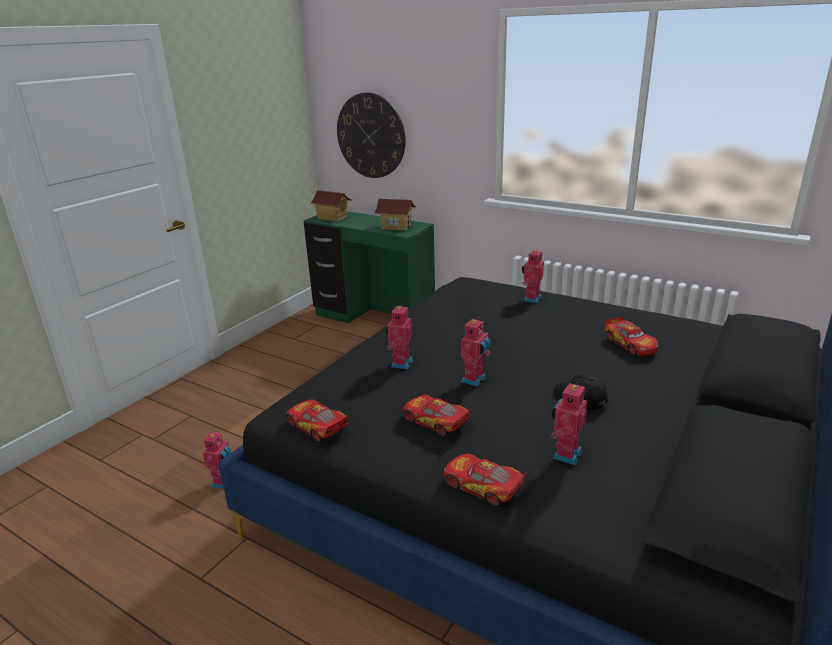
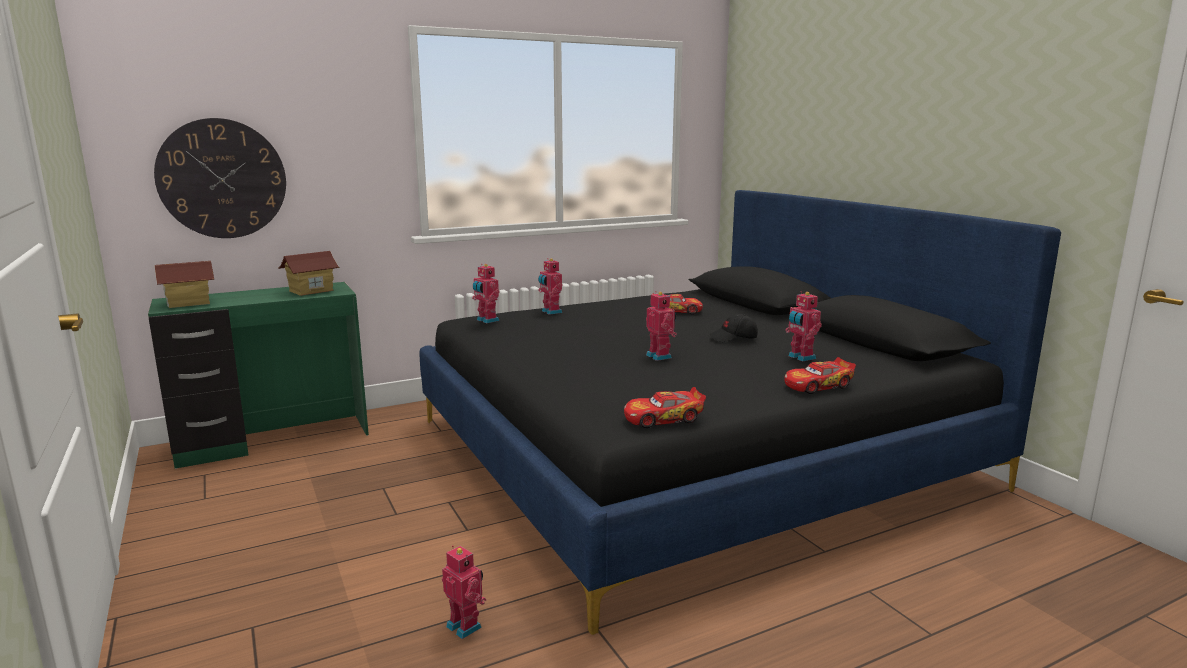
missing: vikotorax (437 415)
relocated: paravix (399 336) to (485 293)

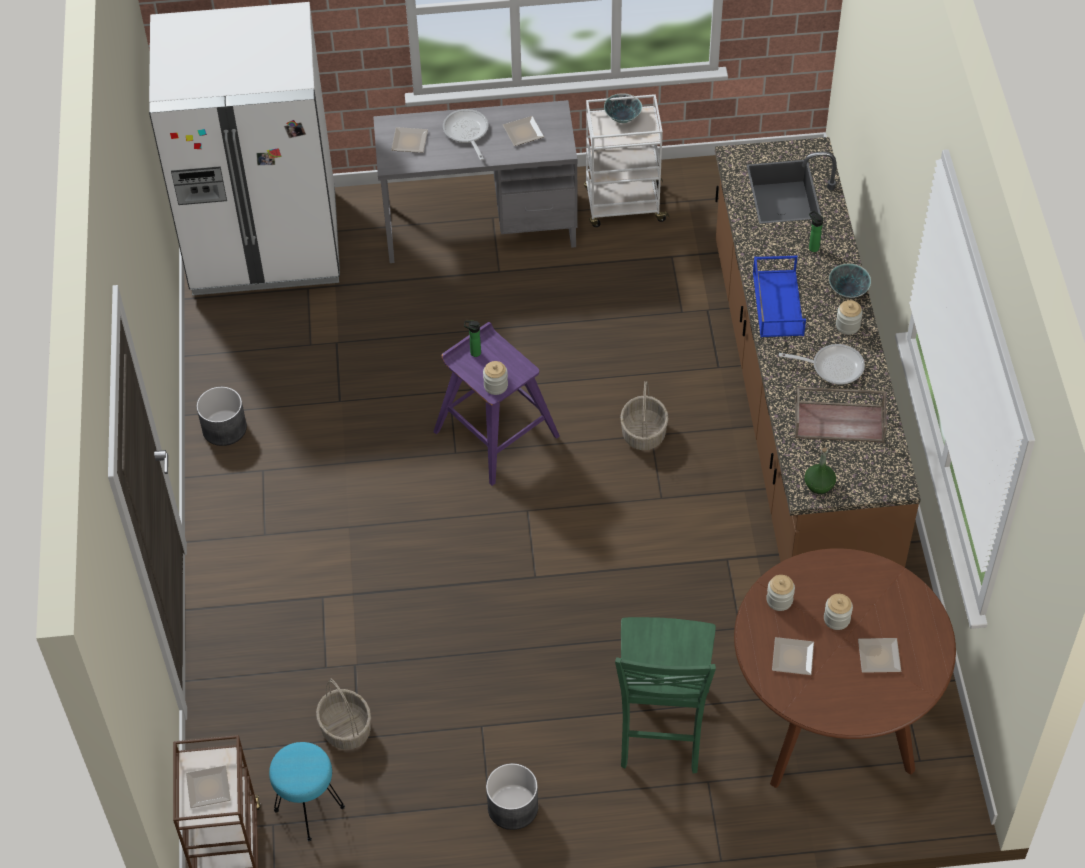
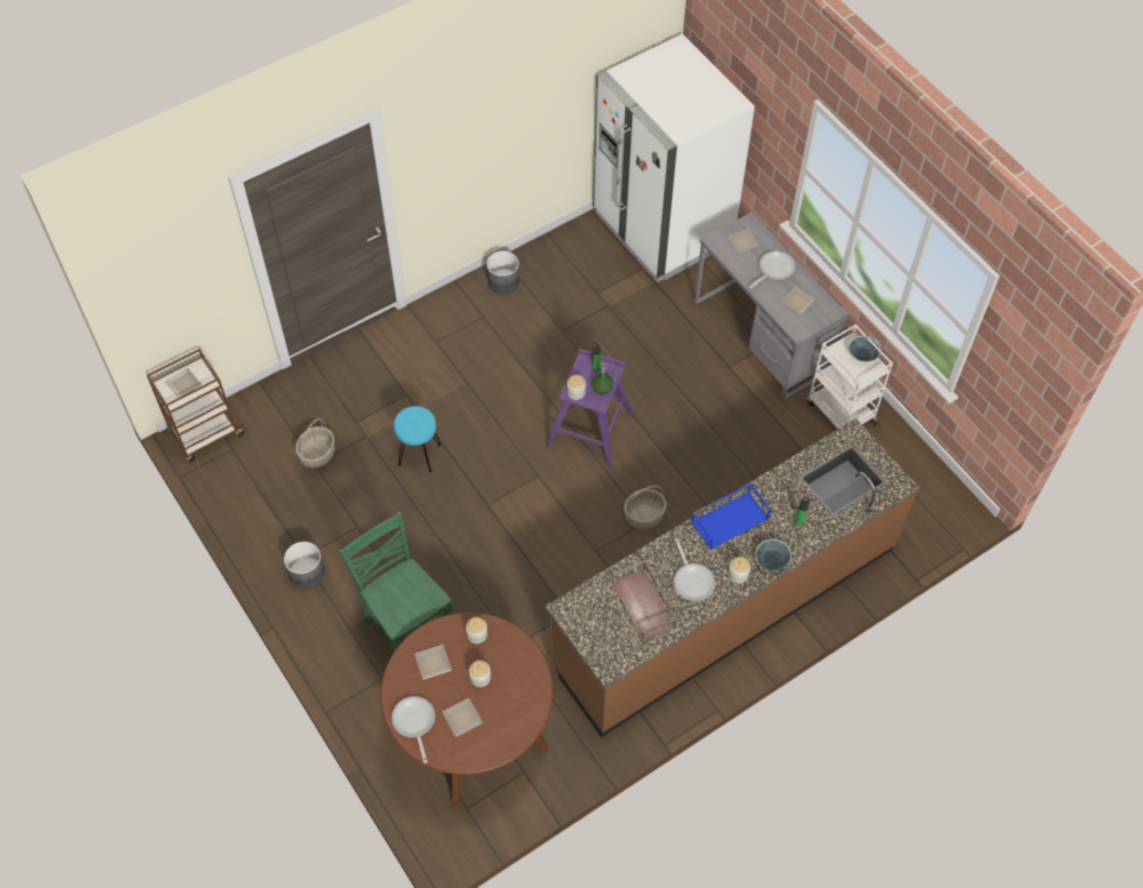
appeared: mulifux (413 729)
relocated: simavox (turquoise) (307 791) to (417 439); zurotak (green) (820 470) to (602 378)
spun: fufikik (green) (665 695) = (395 581) 75 degrees clockwise

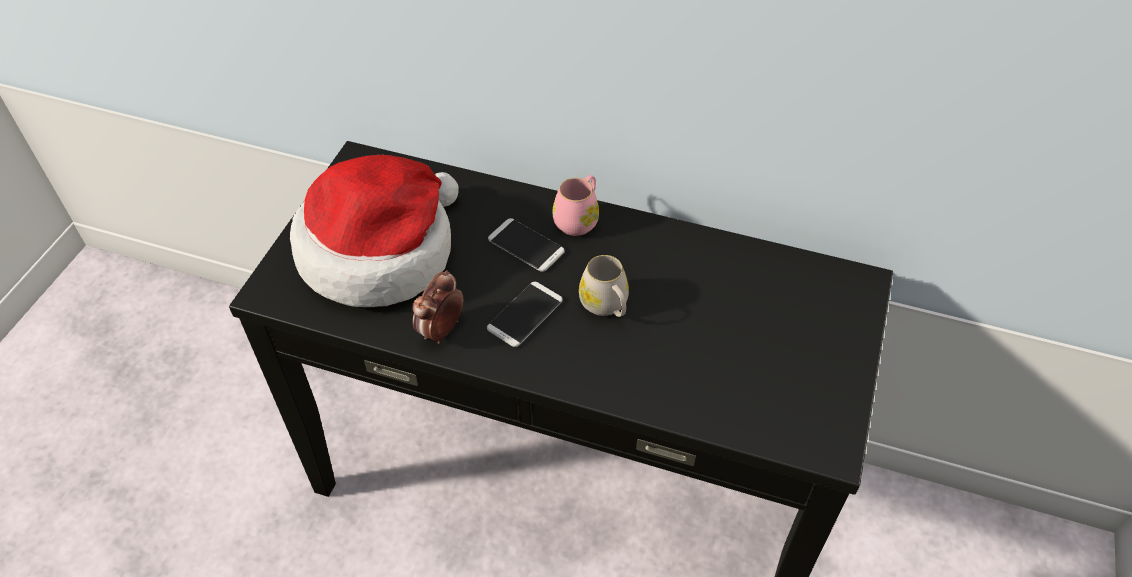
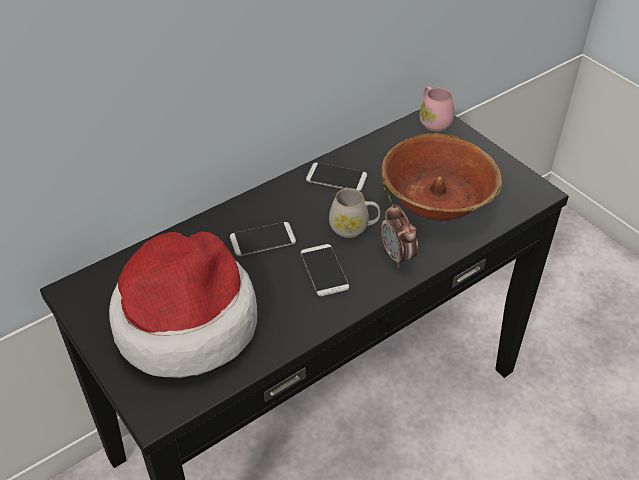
appeared: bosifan (336 177); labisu (441 179)
relocated: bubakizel (437 307) to (399 235); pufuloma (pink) (575 205) to (437 108)

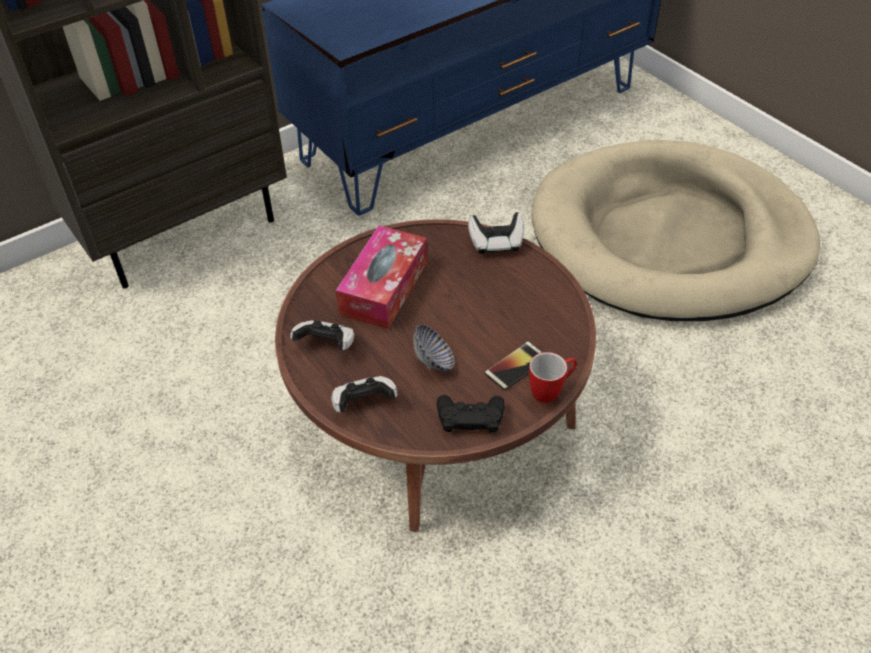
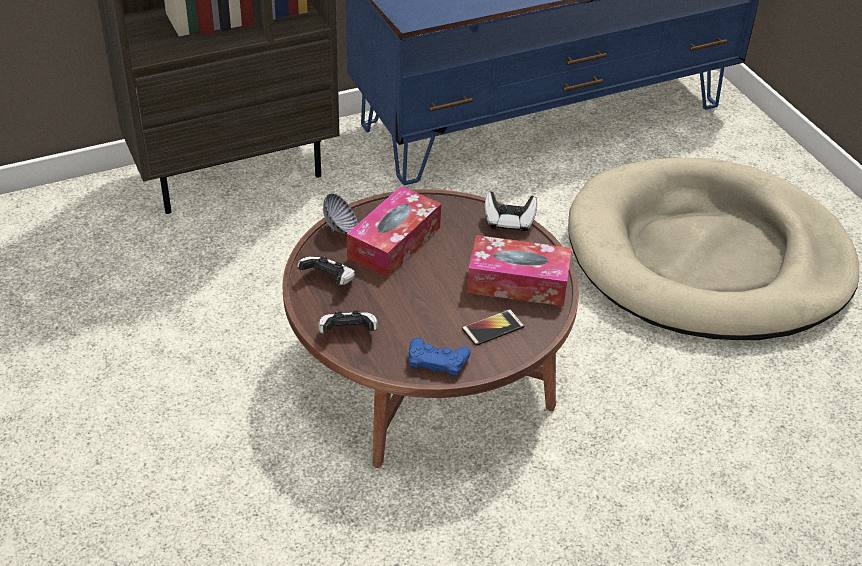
missing: pufuloma (553 377)
appeared: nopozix (519 270)
relocated: labisu (434 347) to (340 213)
colour: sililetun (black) (471 414) to sililetun (blue) (440 356)

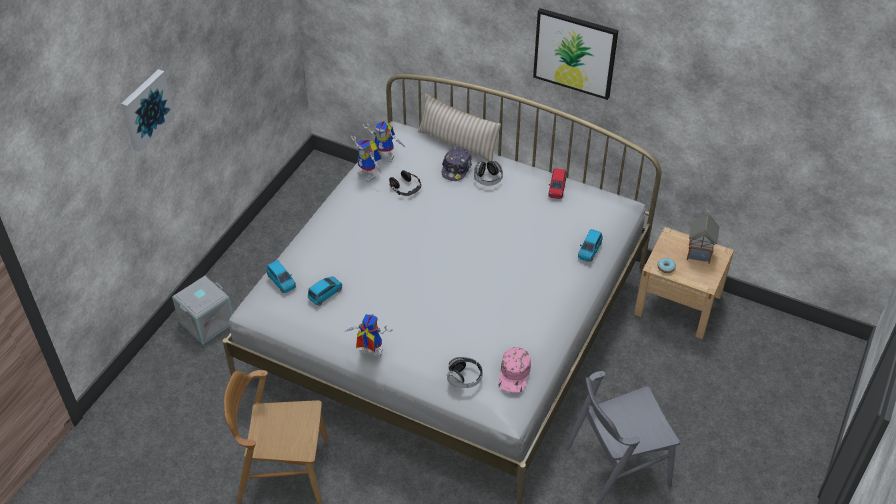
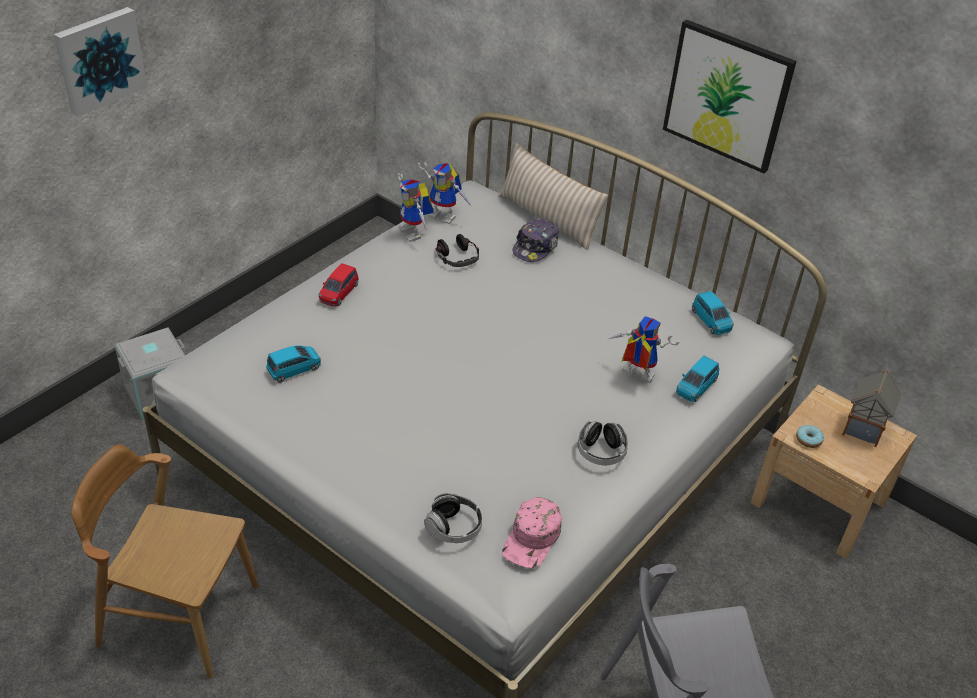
relocated: vikotorax (red) (557 183) to (339 284); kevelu (488 172) to (603 443); paravix (368 335) to (644 349); vikotorax (blue) (281 276) to (713 313)

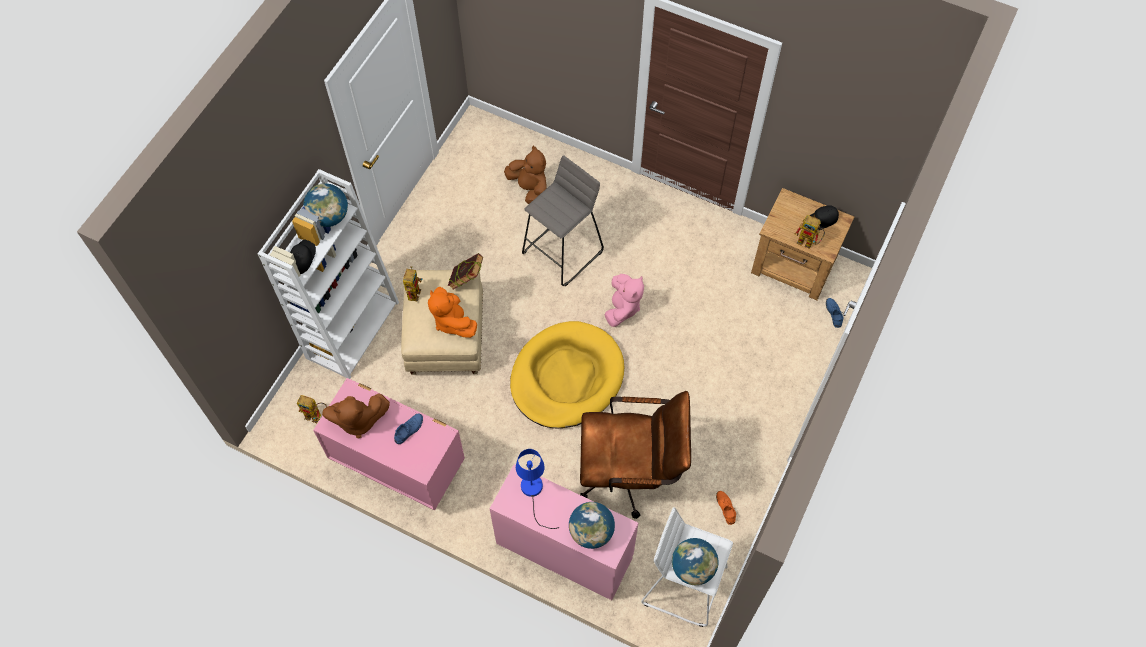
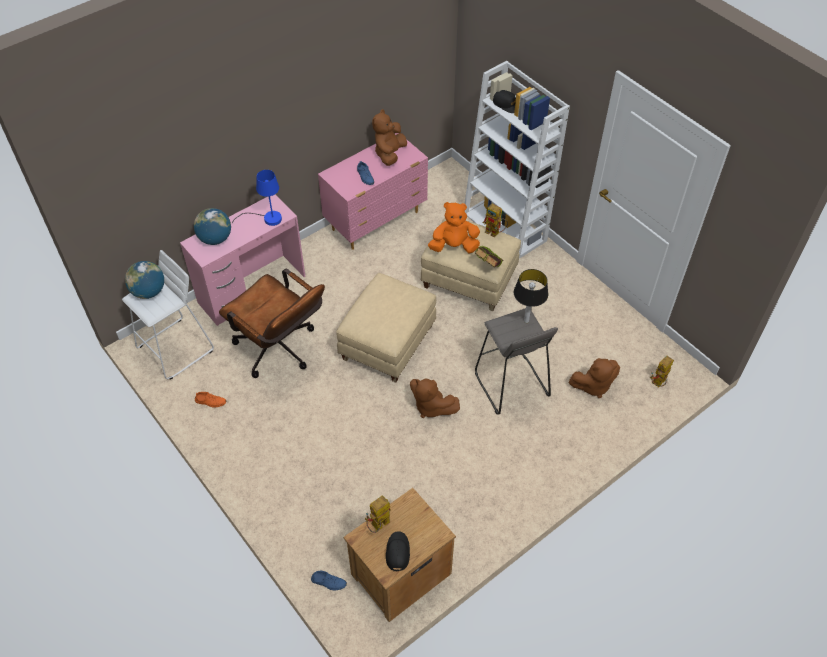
missing: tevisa (325 205)
appeared: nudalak (531 296)
relocated: paravix (312 409) to (662 371)
exchanged: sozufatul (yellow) (567 375) to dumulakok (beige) (386 328)
colour: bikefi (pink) (624 300) to bikefi (brown) (435 398)
spun: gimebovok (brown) (635 455) = (272 323) 75 degrees counterclockwise

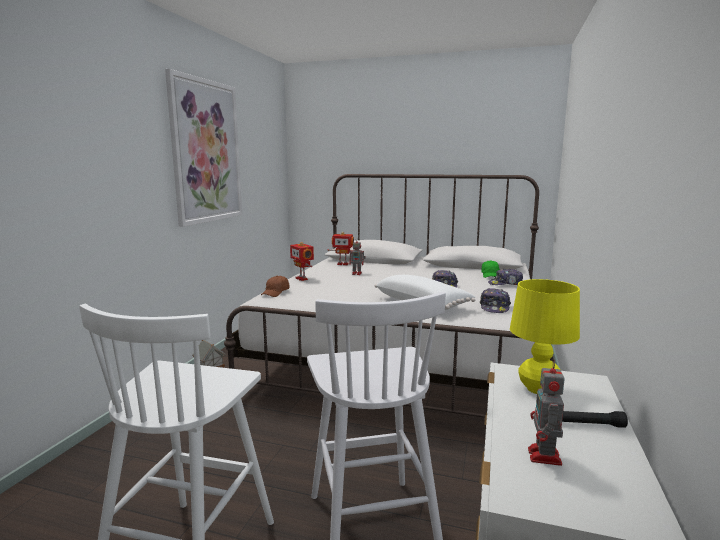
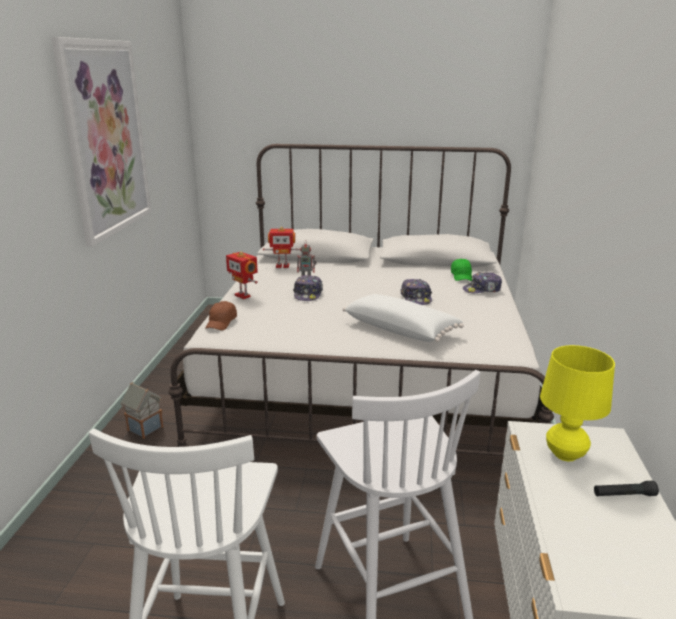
missing: paravix (546 413)
relocated: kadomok (495 300) to (308 288)

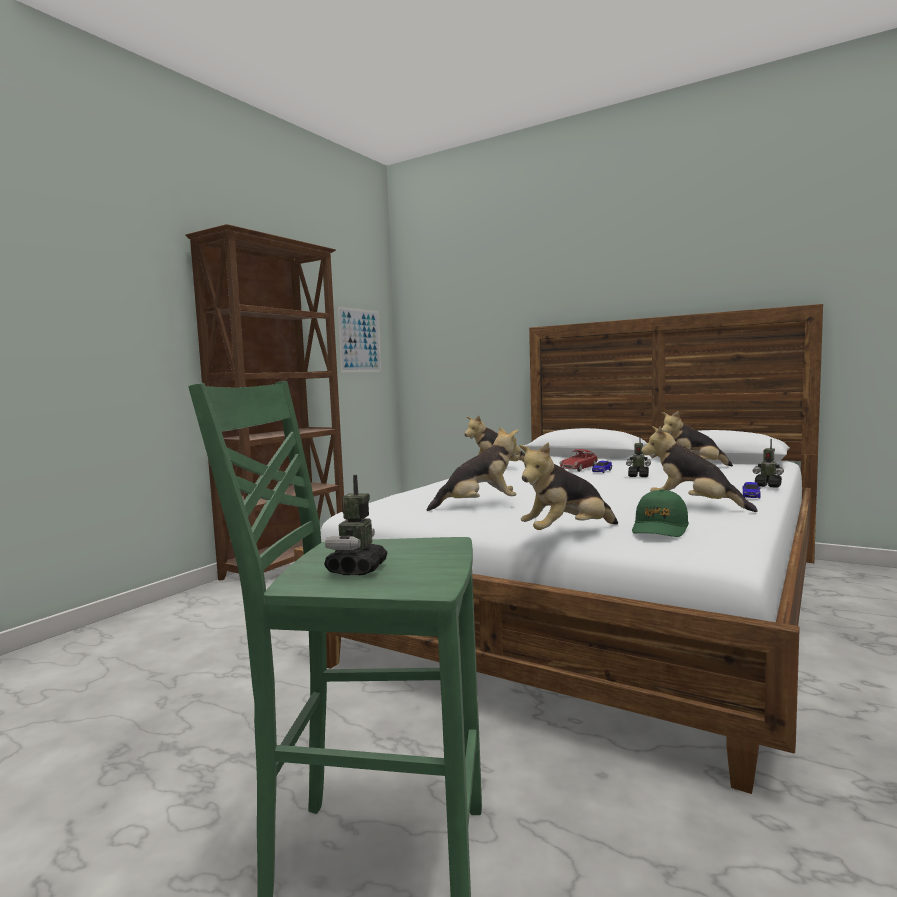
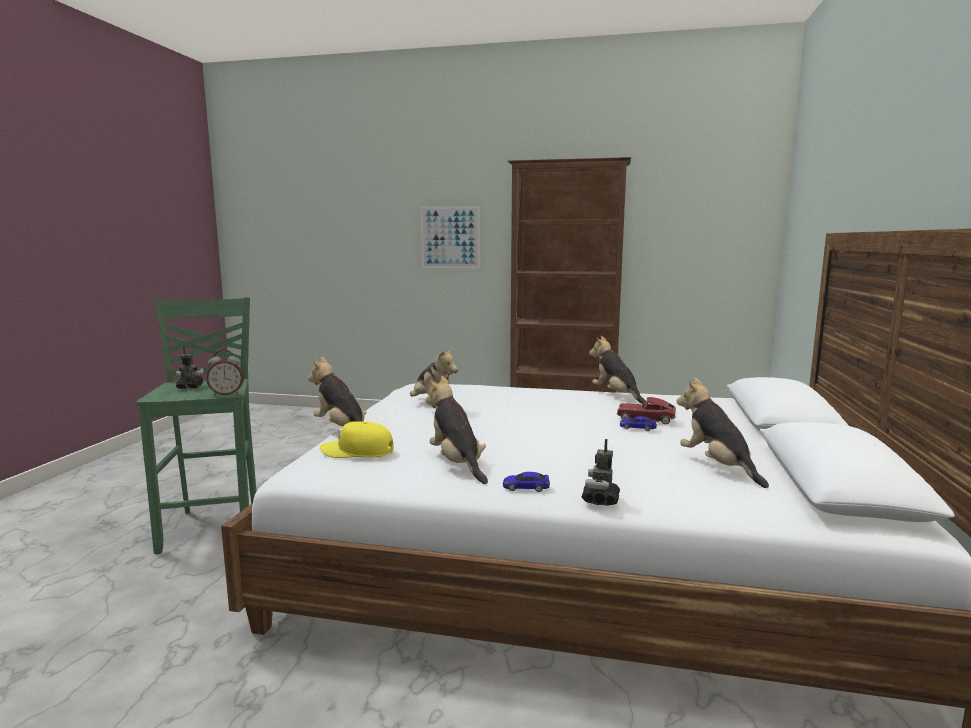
missing: paravix (638 456)
appeared: bubakizel (225 372)
relocated: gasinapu (359 339) to (450 237)
colour: kadomok (green) (660 513) to kadomok (yellow) (357 439)
spun: bikefi (699 469) = (457 430) 45 degrees counterclockwise

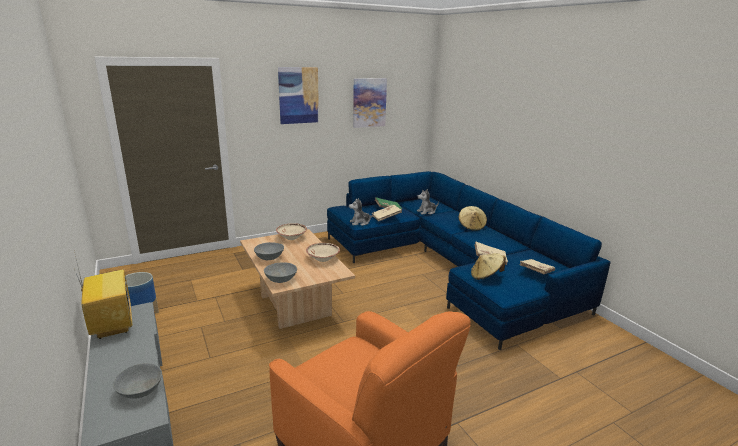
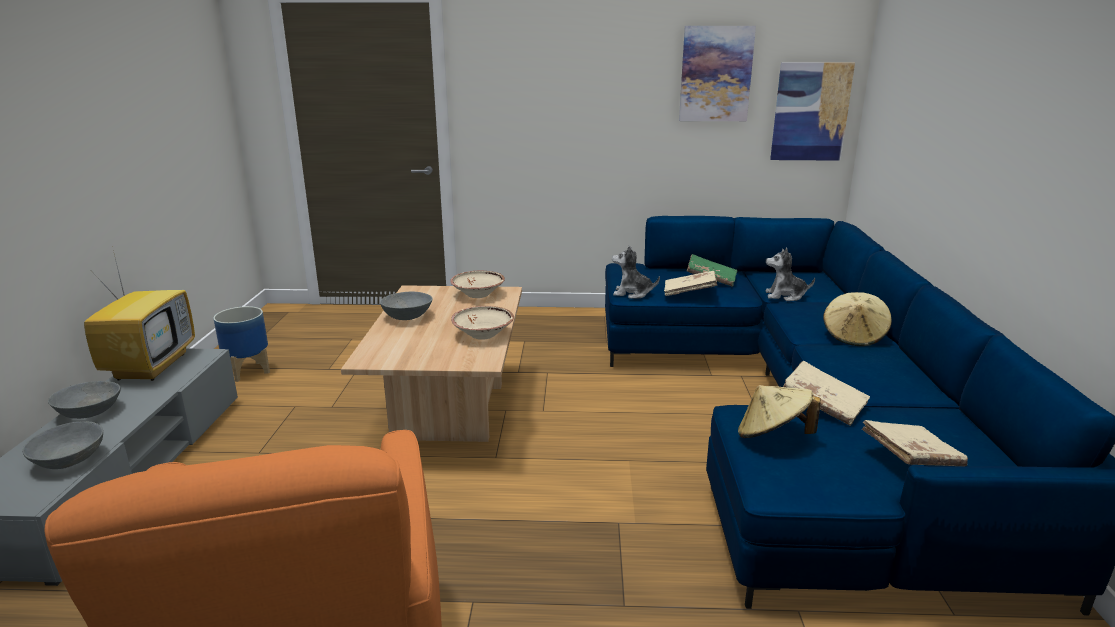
relocated: labisu (grey) (280 272) to (84 400); gasinapu (298 95) to (812 111)

